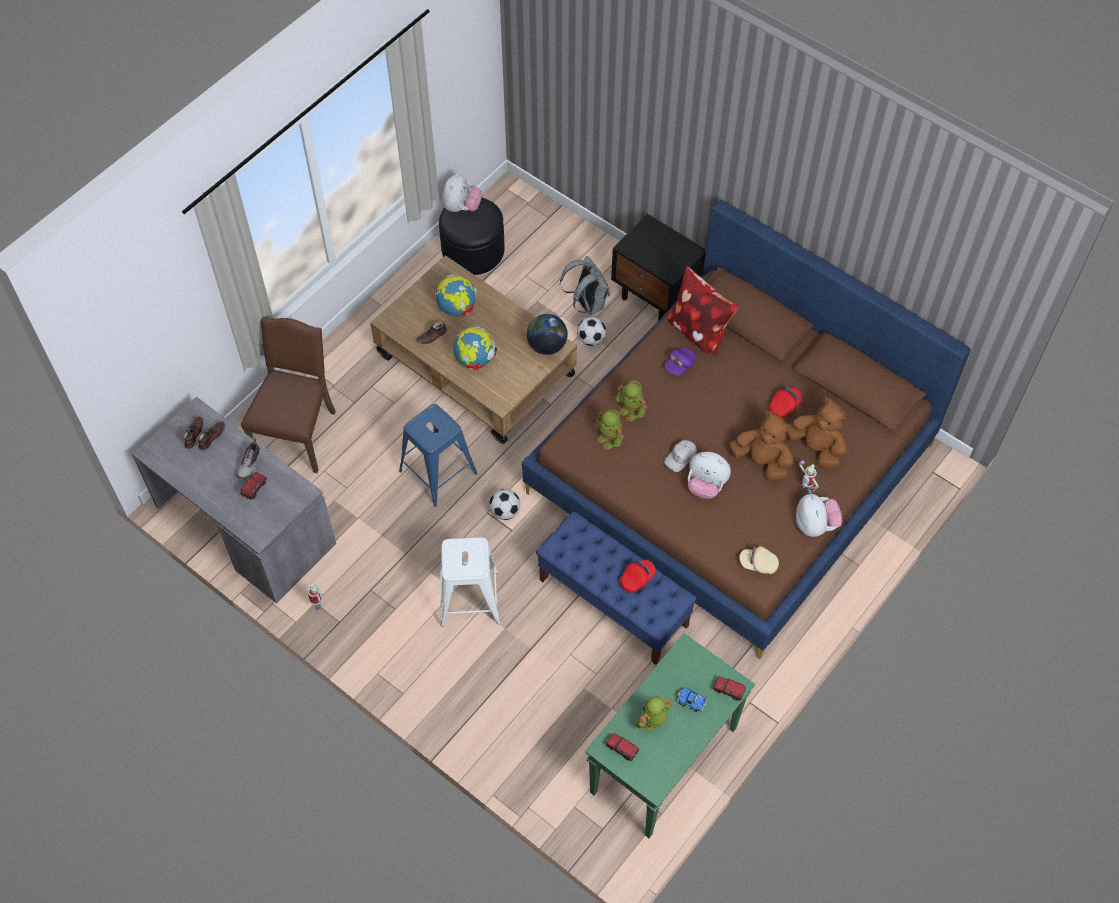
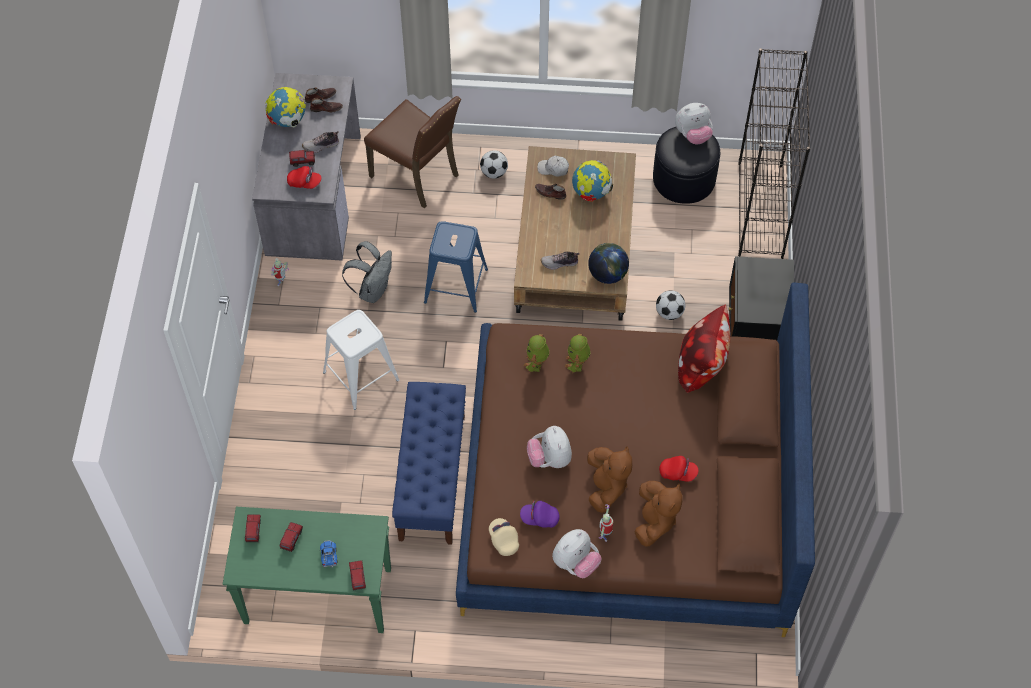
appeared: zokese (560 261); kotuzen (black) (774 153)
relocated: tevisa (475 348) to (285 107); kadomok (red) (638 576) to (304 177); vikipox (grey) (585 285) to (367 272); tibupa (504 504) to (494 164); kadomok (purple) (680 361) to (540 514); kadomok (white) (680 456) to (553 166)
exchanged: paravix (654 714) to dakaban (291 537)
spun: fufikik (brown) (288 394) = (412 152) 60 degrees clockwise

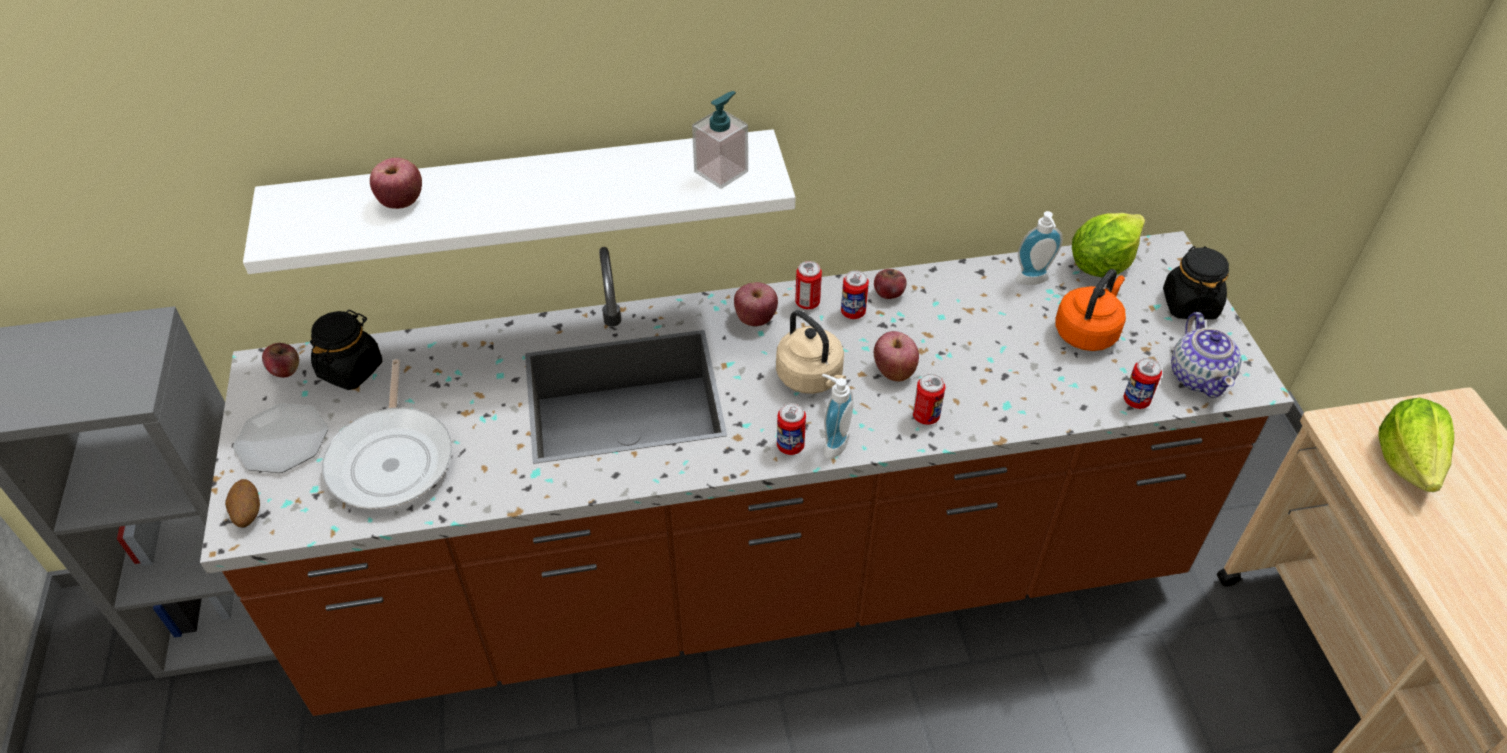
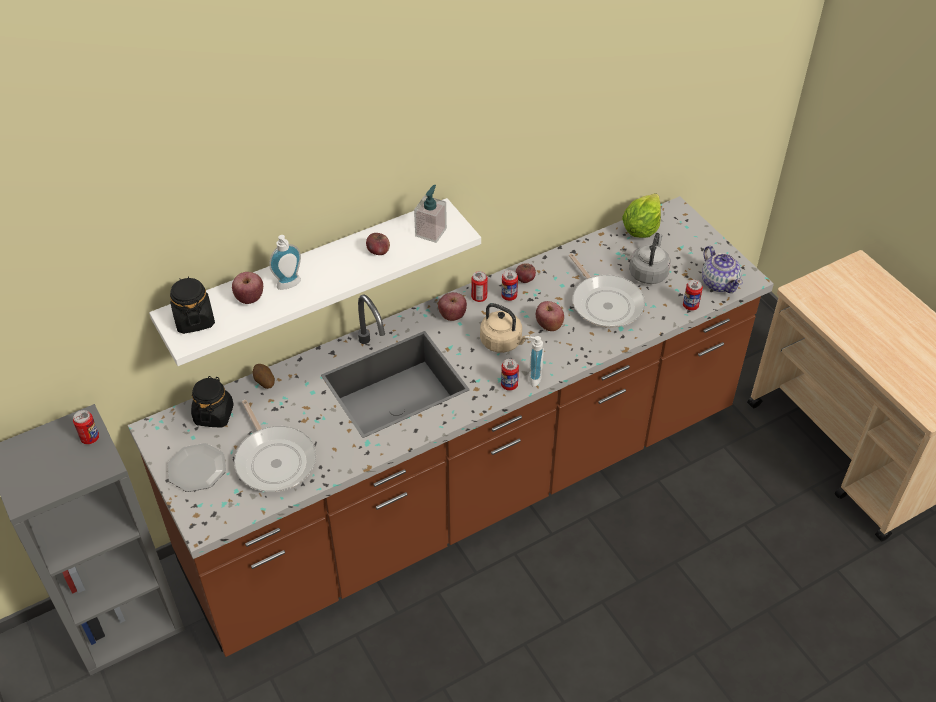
missing: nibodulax (1416 445)
appeared: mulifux (607 290)
relocated: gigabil (929 399) to (86 427); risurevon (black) (1196 283) to (192 305); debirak (242 503) to (264 376); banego (1039 248) to (285 262); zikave (280 360) to (378 244)
colour: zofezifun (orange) (1090 310) to zofezifun (grey) (650 258)

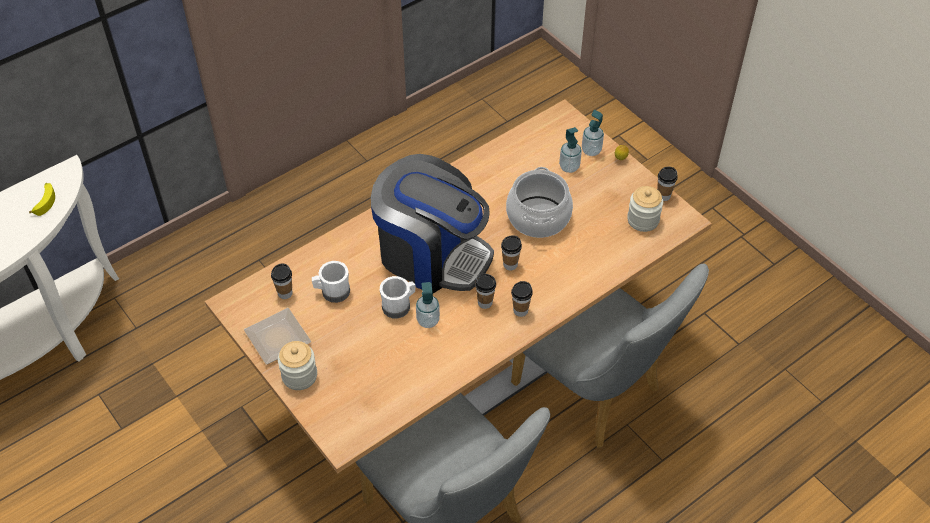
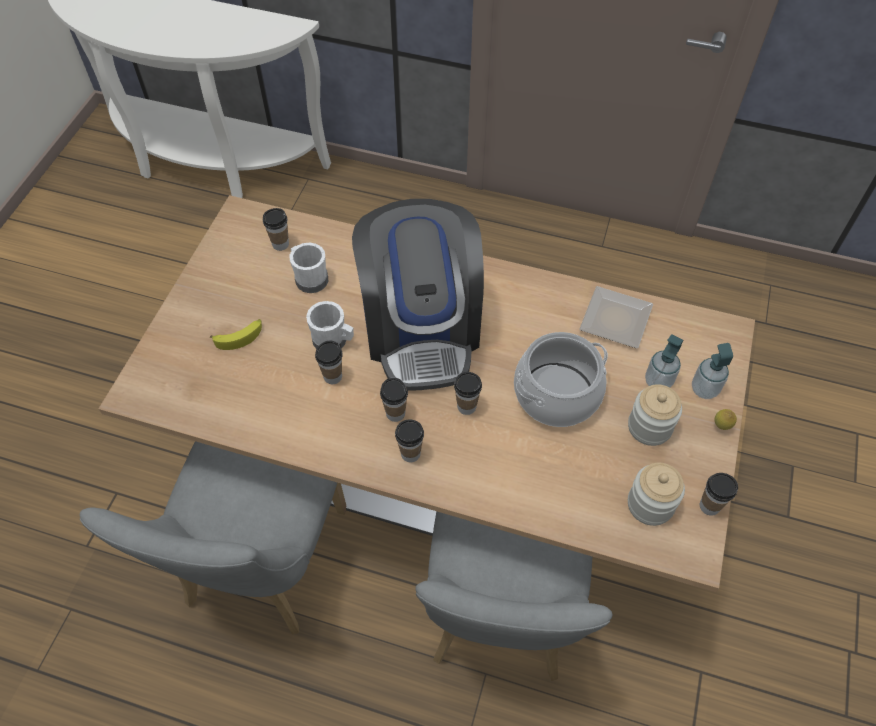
relocated: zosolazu (42 199) to (236 334); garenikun (277 336) to (616 317); risurevon (297 365) to (655 415)
exchanged: banego (428 305) to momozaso (329 362)

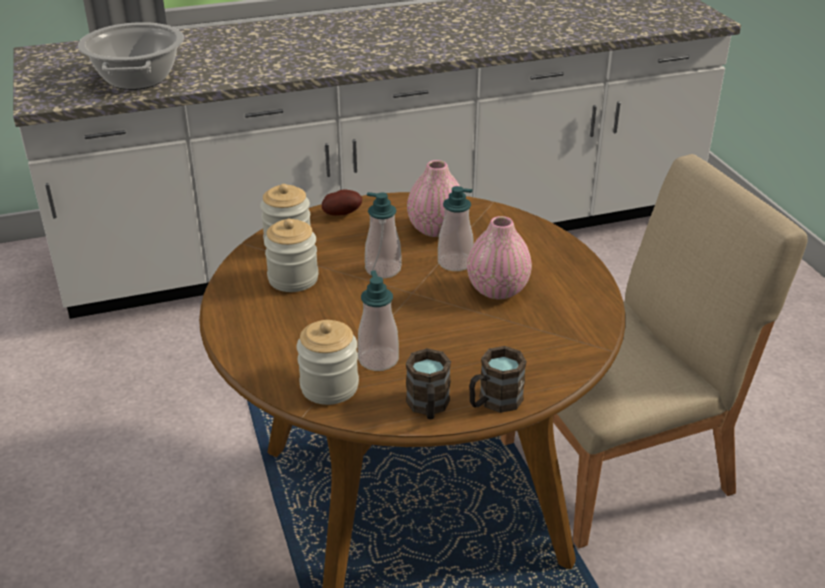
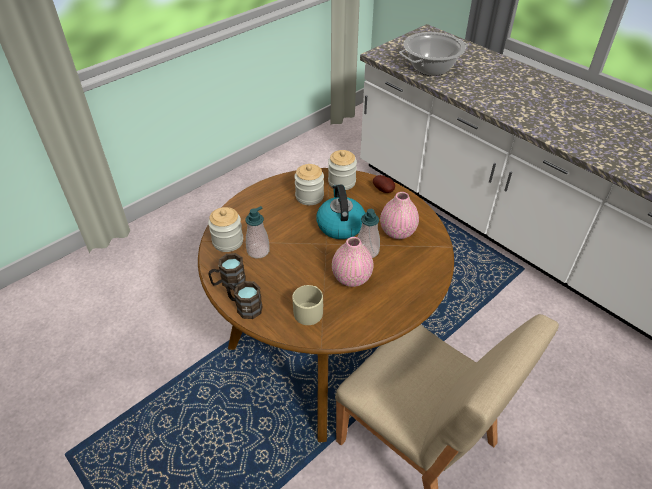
appeared: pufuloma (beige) (307 305)
exchanged: banego (383 235) to zofezifun (340 211)

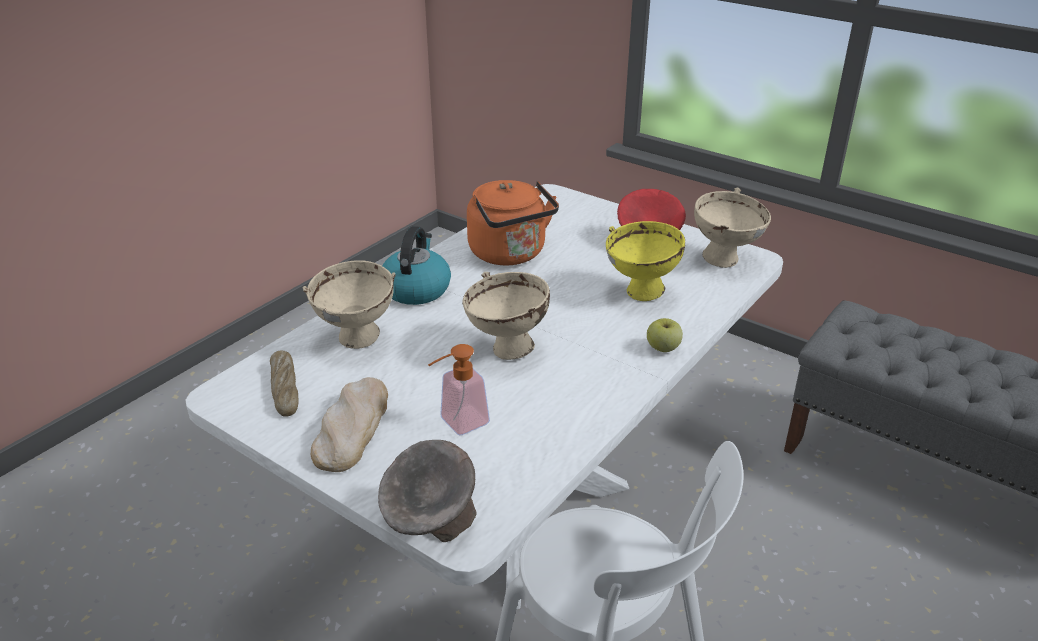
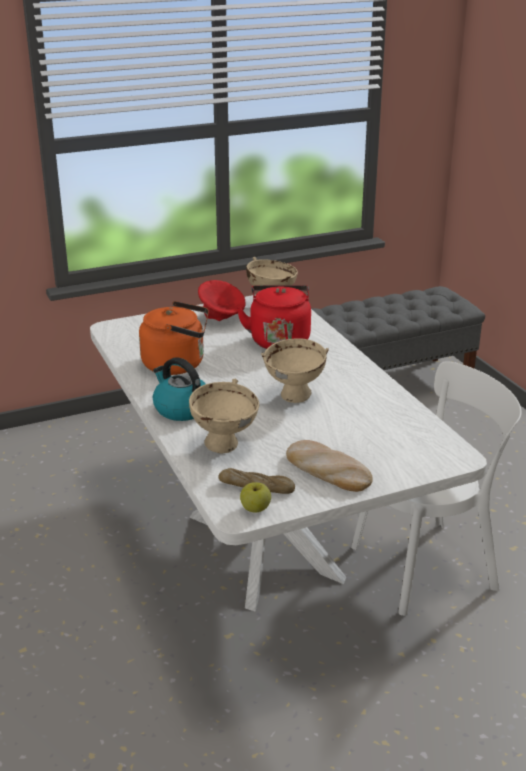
missing: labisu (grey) (427 491); banego (459 390)
relocated: zikave (665 335) to (255 497)
exchanged: labisu (yellow) (645 261) to zofezifun (red) (274 317)

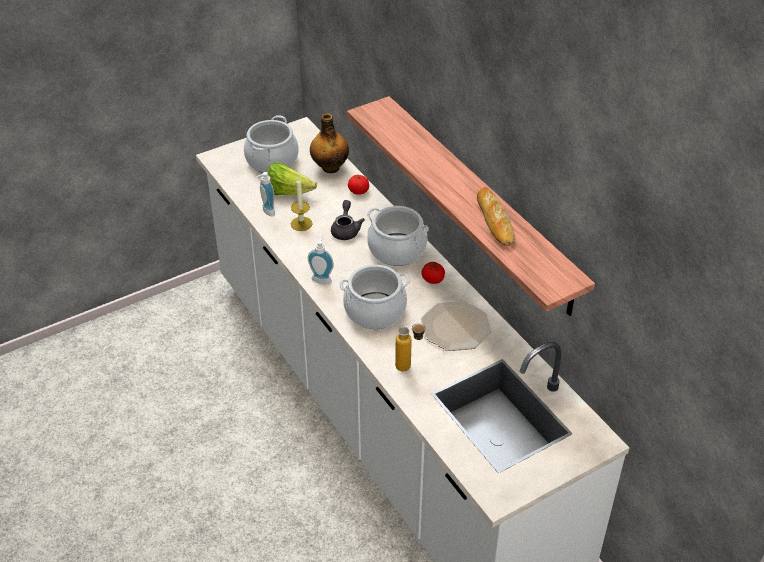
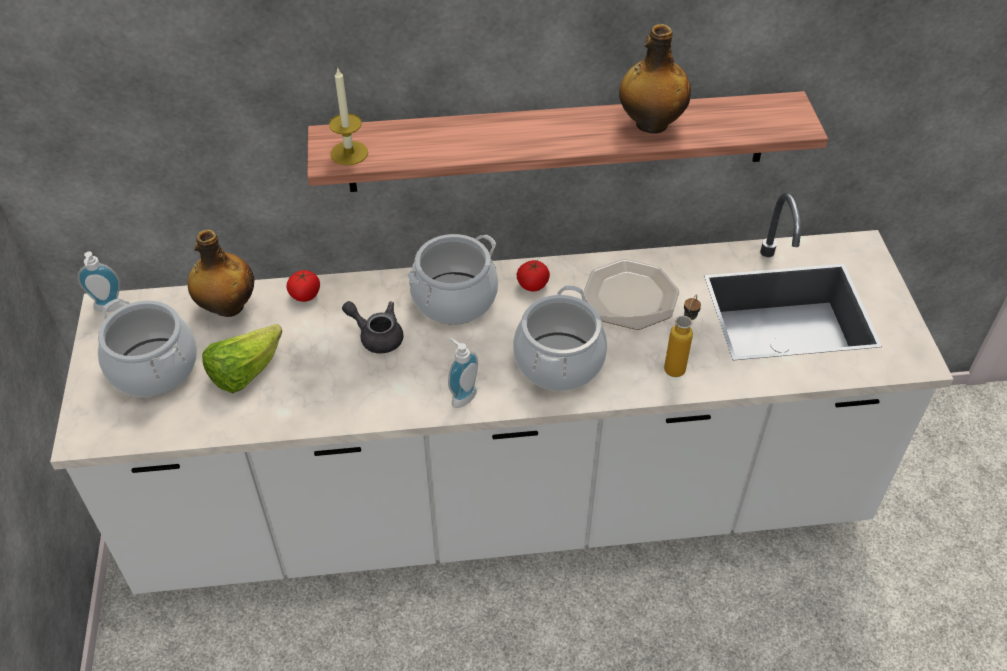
relocated: banego (265 194) to (101 282); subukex (302 204) to (348 117)
exchanged: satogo (495 216) to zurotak (655 79)

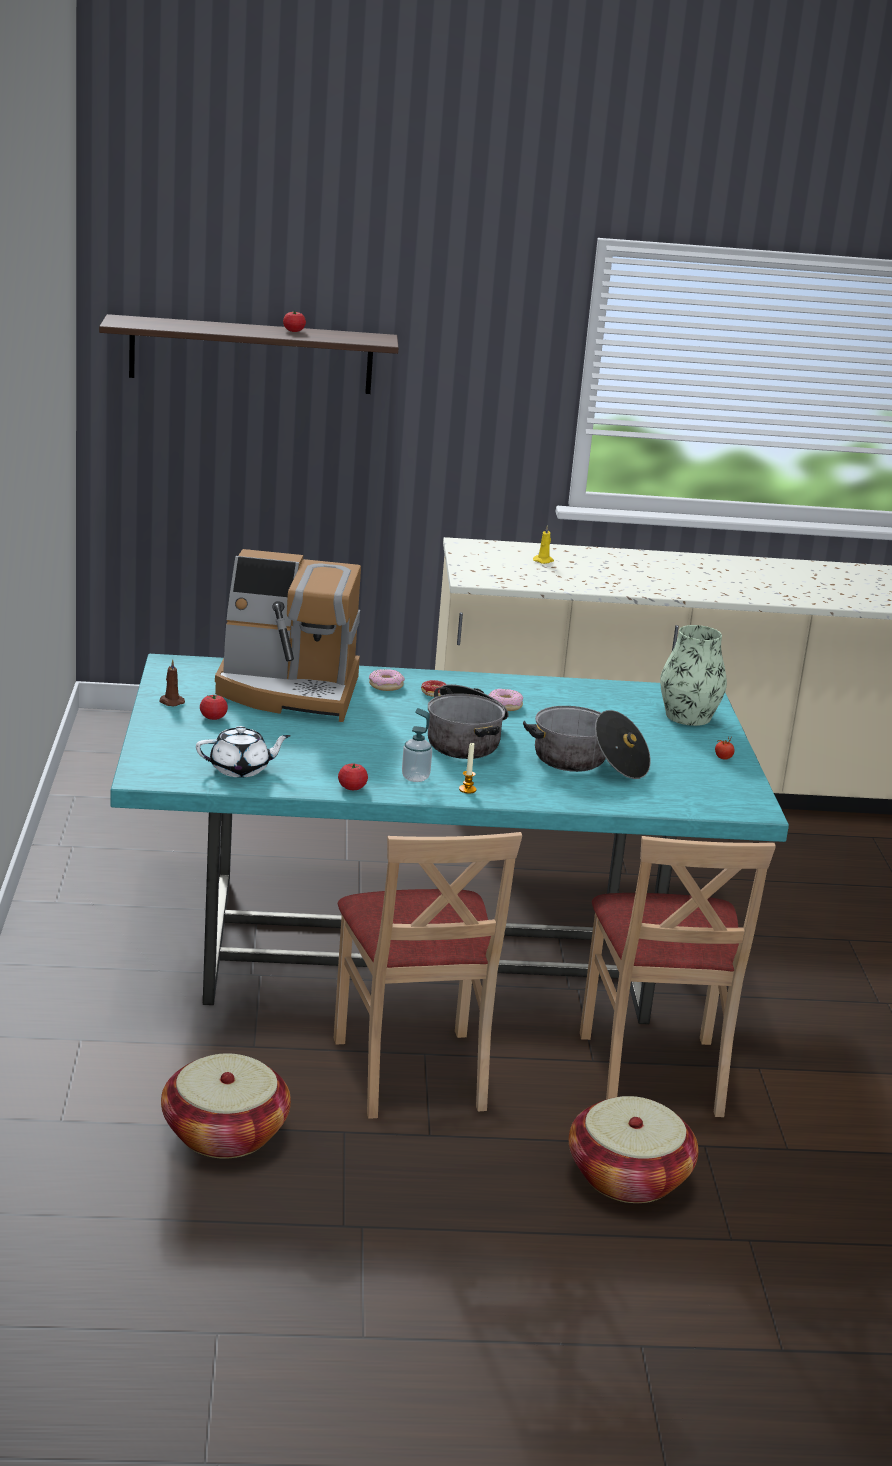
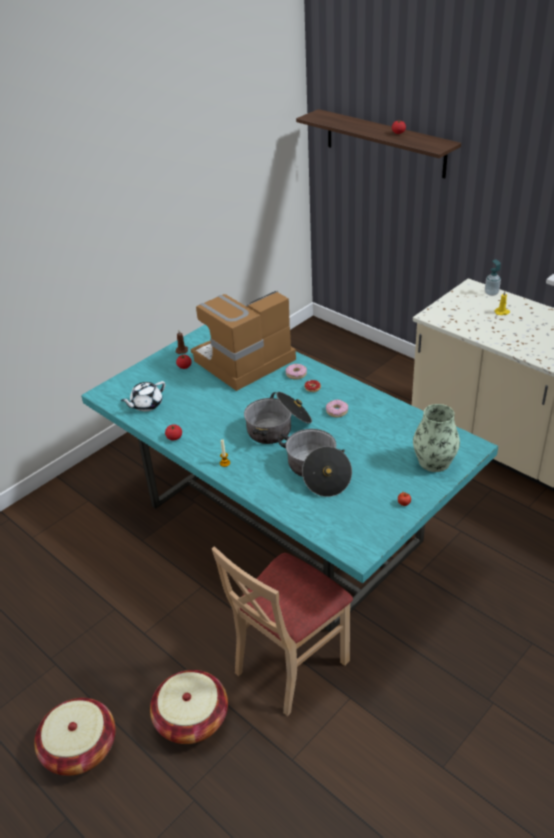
missing: fufikik (beige) (428 975)
relocated: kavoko (226 1106) to (75 737); banego (417 745) to (493 277)
spun: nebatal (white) (243 752) = (143 396) 105 degrees clockwise; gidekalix (288 635) = (243 341) 90 degrees clockwise

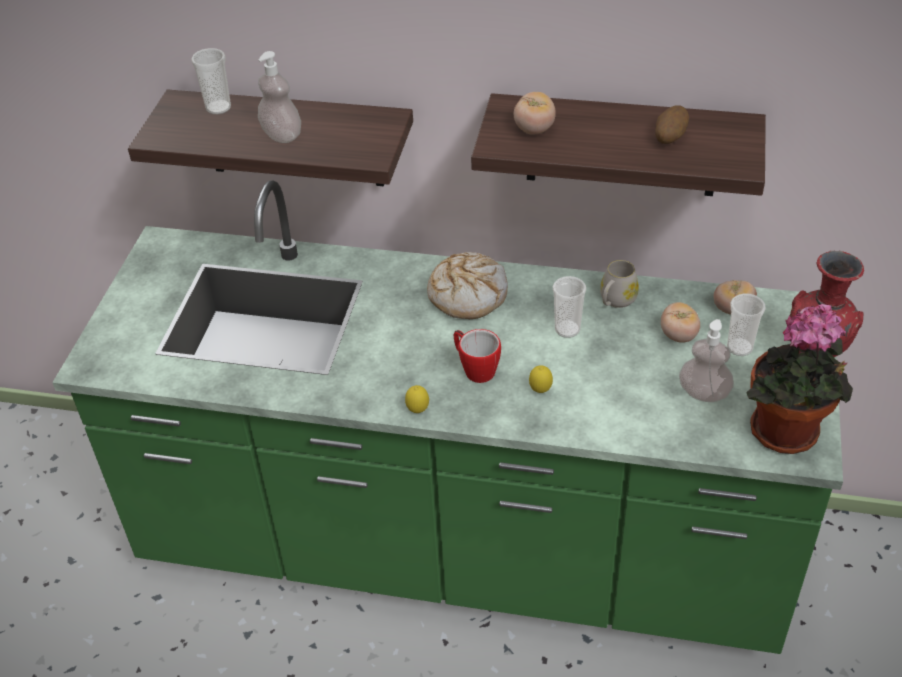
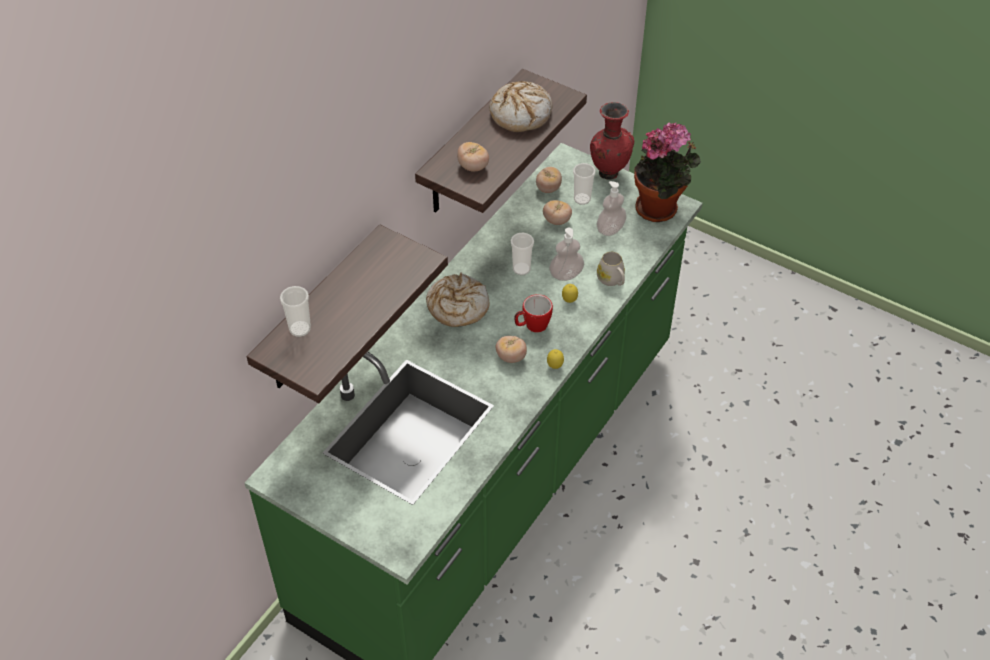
appeared: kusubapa (511 349)
relocated: banego (279 97) to (566 254); pufuloma (white) (619 284) to (611 269)
exchanged: debirak (672 125) to satogo (520 106)

